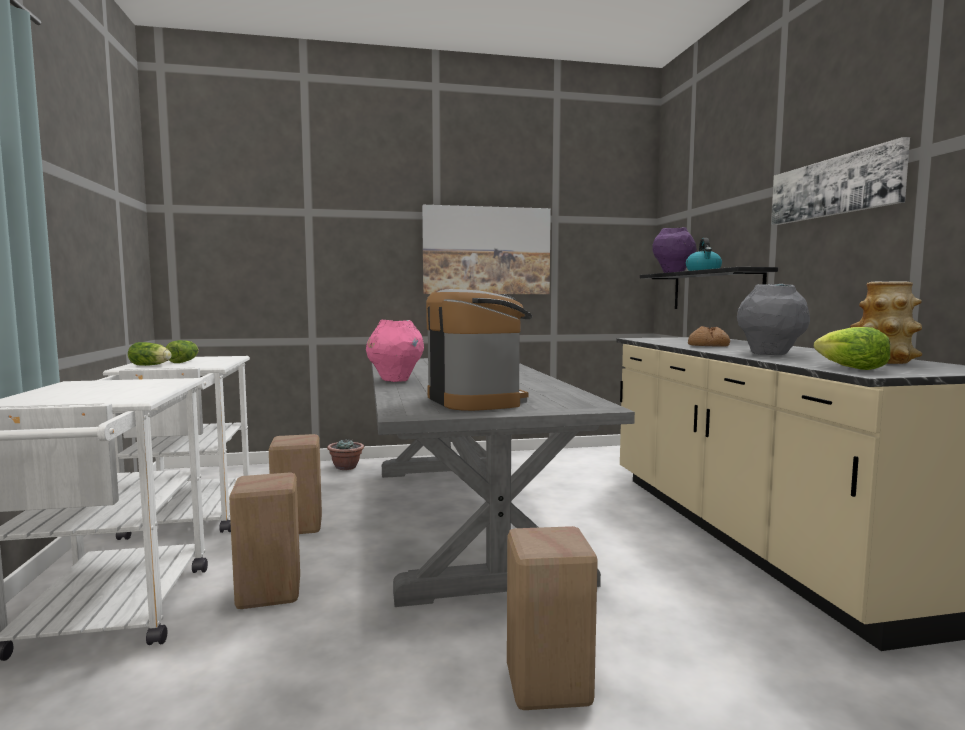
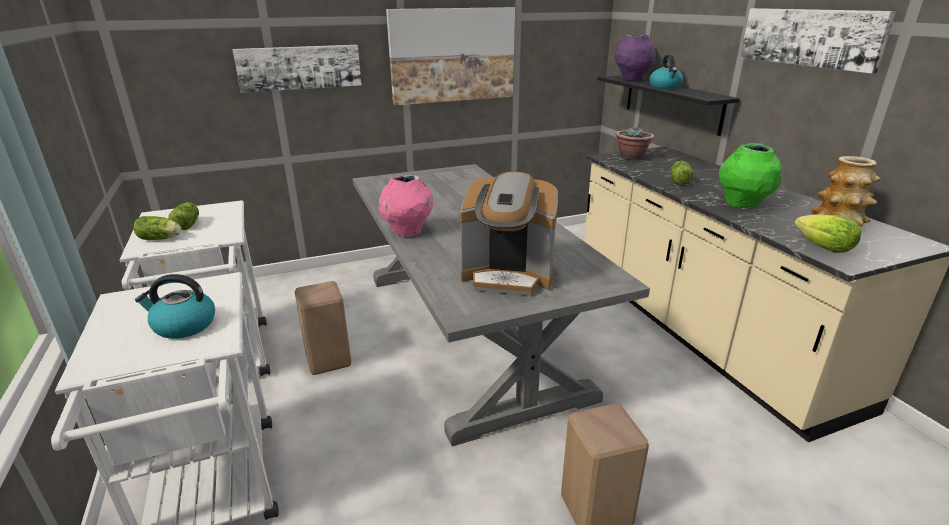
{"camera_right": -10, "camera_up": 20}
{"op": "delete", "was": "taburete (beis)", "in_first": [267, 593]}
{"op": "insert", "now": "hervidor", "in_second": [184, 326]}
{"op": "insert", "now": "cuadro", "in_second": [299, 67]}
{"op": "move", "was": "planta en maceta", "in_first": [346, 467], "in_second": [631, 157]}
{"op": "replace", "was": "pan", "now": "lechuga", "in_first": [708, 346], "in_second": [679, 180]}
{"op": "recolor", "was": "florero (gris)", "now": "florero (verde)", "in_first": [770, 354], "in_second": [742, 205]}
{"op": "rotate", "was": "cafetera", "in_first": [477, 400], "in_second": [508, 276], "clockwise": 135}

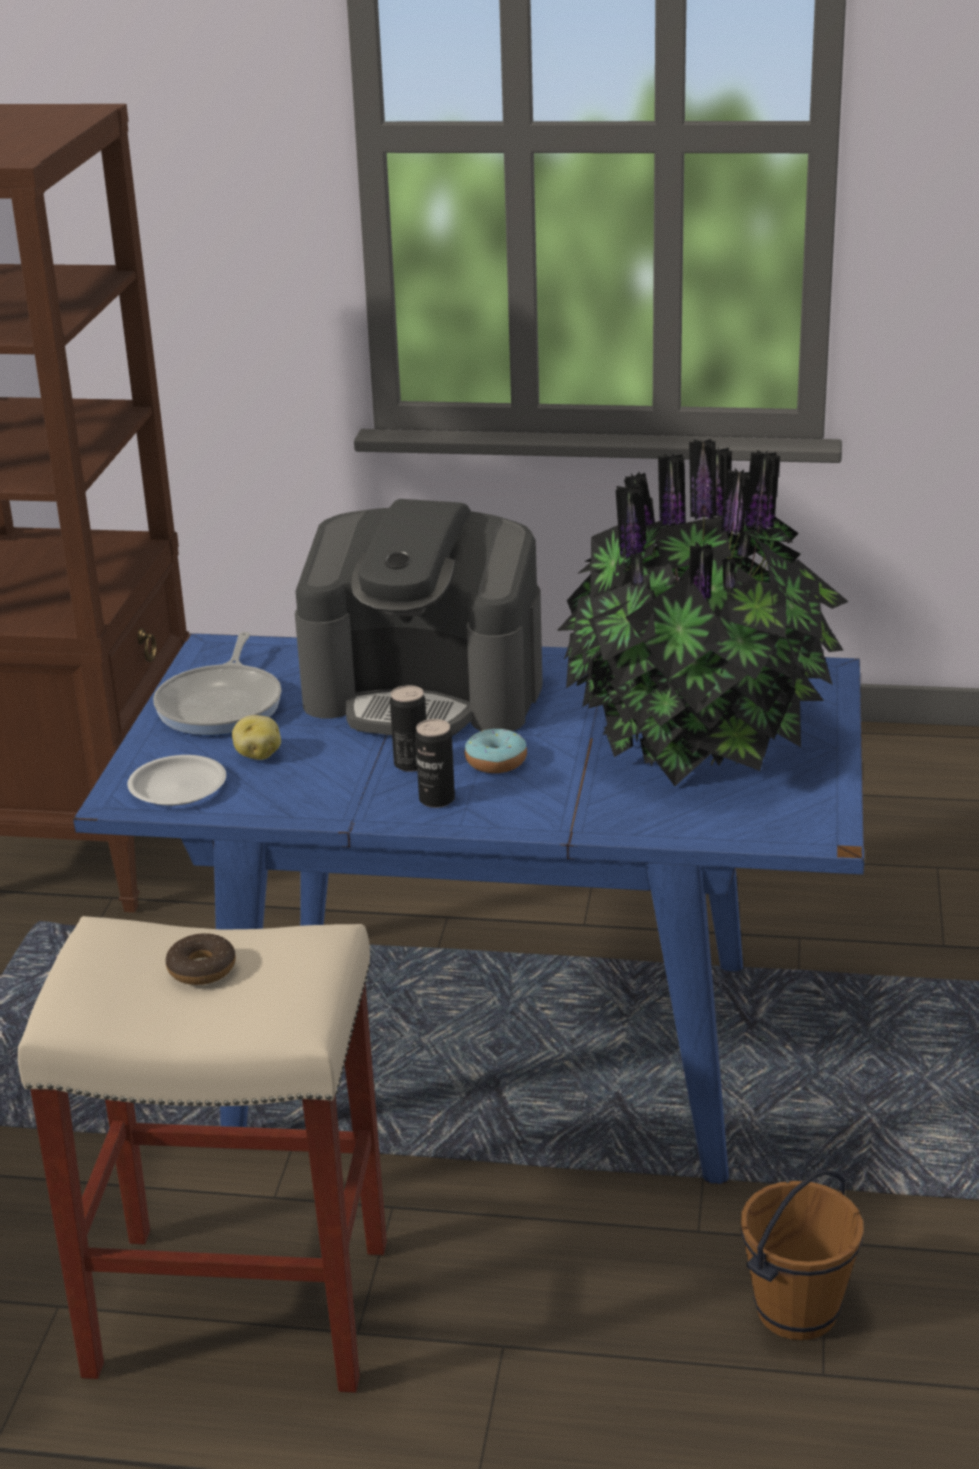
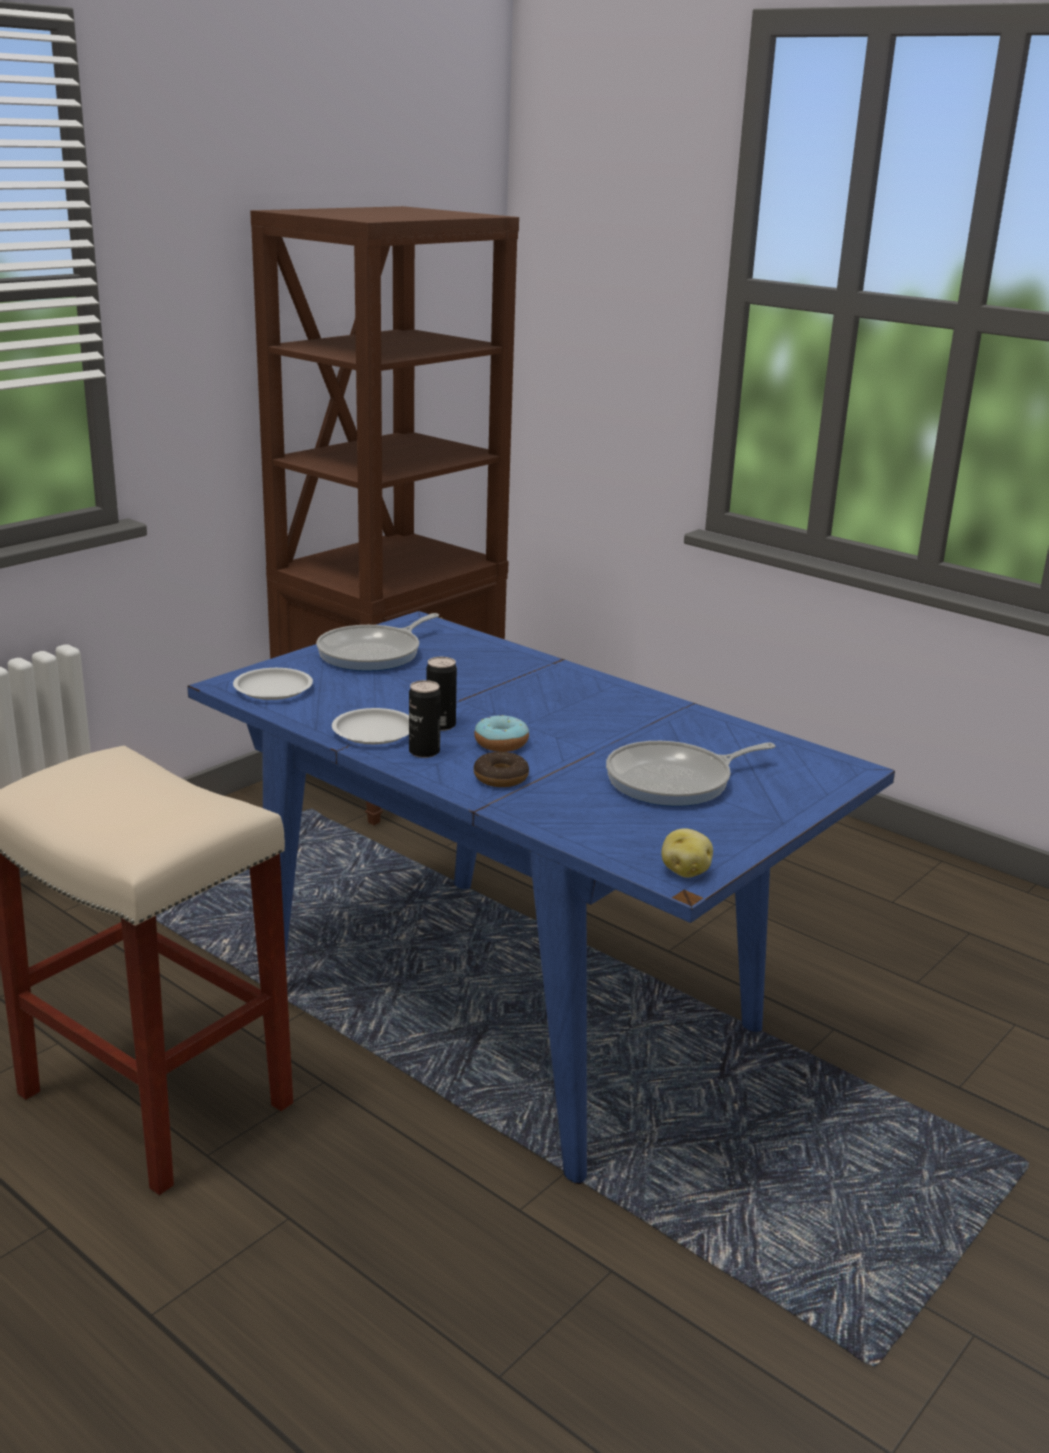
{"camera_right": 30, "camera_up": -5}
{"op": "delete", "was": "cafetera", "in_first": [426, 692]}
{"op": "delete", "was": "cubo (marrón)", "in_first": [795, 1310]}
{"op": "insert", "now": "plato (blanco)", "in_second": [373, 732]}
{"op": "move", "was": "rosquilla", "in_first": [202, 968], "in_second": [501, 778]}
{"op": "move", "was": "patata", "in_first": [258, 755], "in_second": [685, 871]}
{"op": "replace", "was": "planta en maceta", "now": "sartén", "in_first": [700, 741], "in_second": [675, 781]}

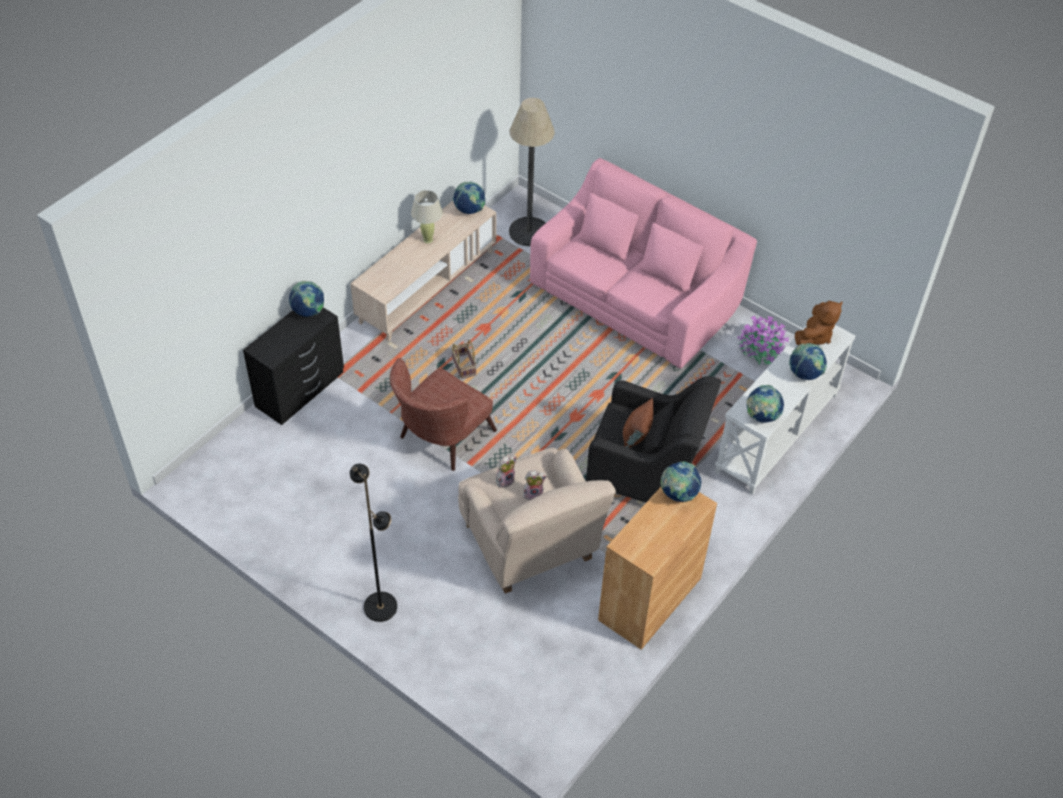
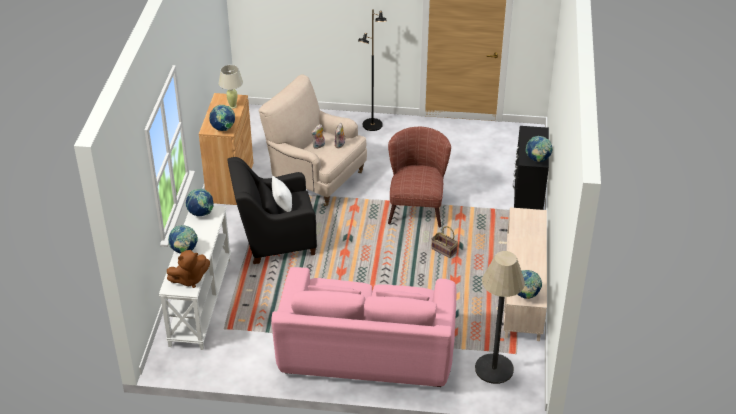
{"camera_right": 150, "camera_up": -10}
{"op": "delete", "was": "planta en maceta", "in_first": [760, 351]}
{"op": "move", "was": "lámpara de mesa (beis)", "in_first": [428, 240], "in_second": [232, 106]}
{"op": "recolor", "was": "cojín (marrón)", "now": "cojín (blanco)", "in_first": [636, 435], "in_second": [282, 204]}
{"op": "rotate", "was": "peluche (marrón)", "in_first": [814, 336], "in_second": [189, 279], "clockwise": -120}

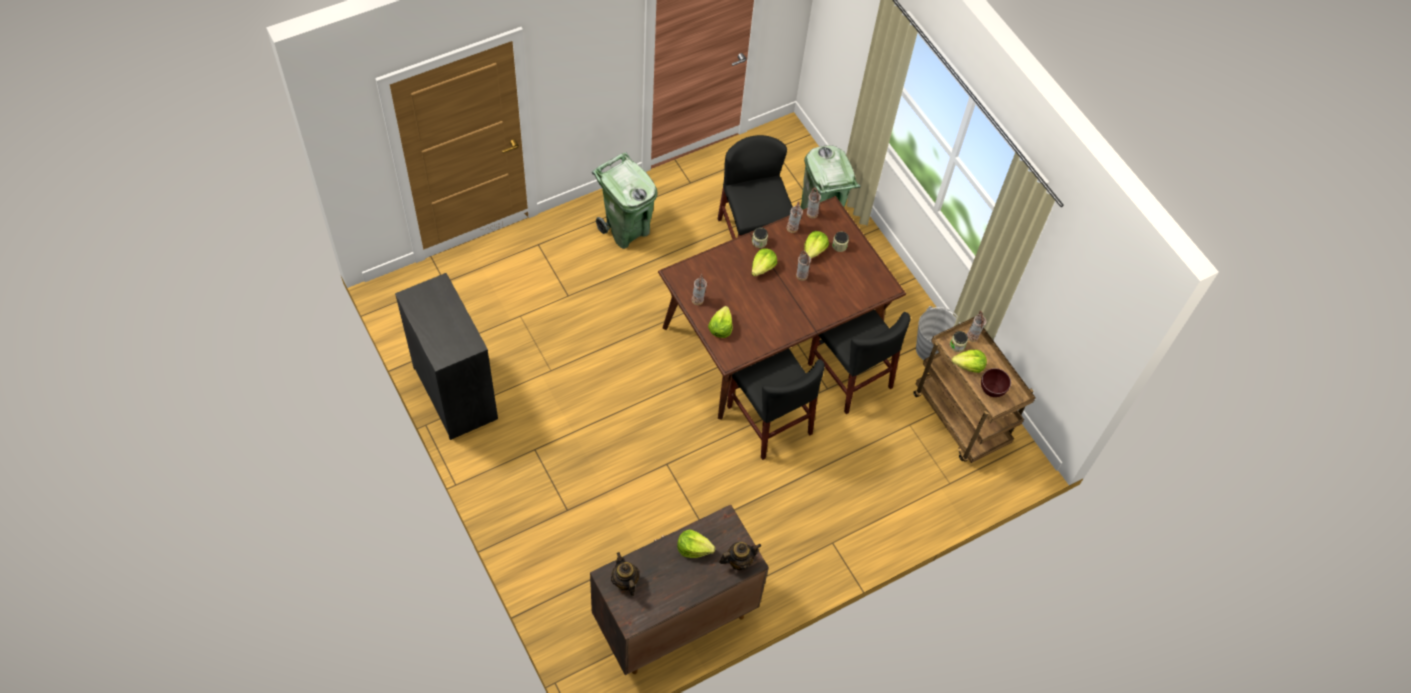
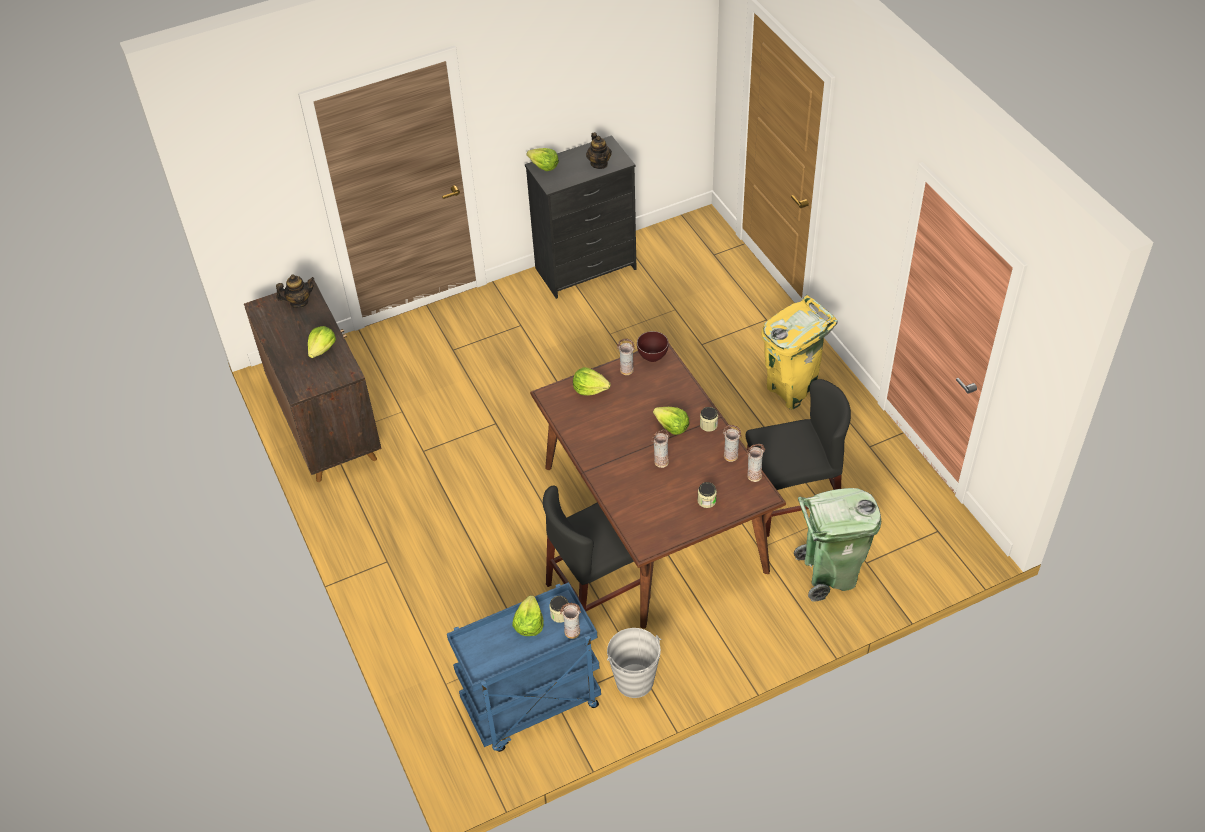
{"camera_right": 100, "camera_up": -10}
{"op": "delete", "was": "silla (negro)", "in_first": [769, 420]}
{"op": "move", "was": "tetera", "in_first": [738, 561], "in_second": [599, 163]}
{"op": "move", "was": "lechuga", "in_first": [814, 250], "in_second": [544, 166]}
{"op": "move", "was": "cuenco (marrón)", "in_first": [992, 391], "in_second": [652, 359]}
{"op": "recolor", "was": "papelera (verde)", "now": "papelera (amarillo)", "in_first": [626, 230], "in_second": [792, 390]}
{"op": "recolor", "was": "carrito (marrón)", "now": "carrito (azul)", "in_first": [961, 419], "in_second": [531, 706]}

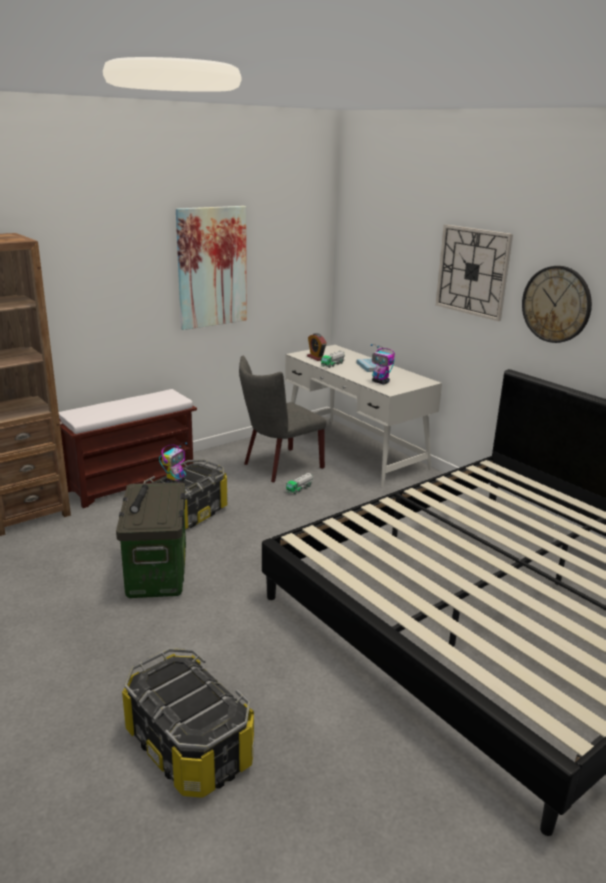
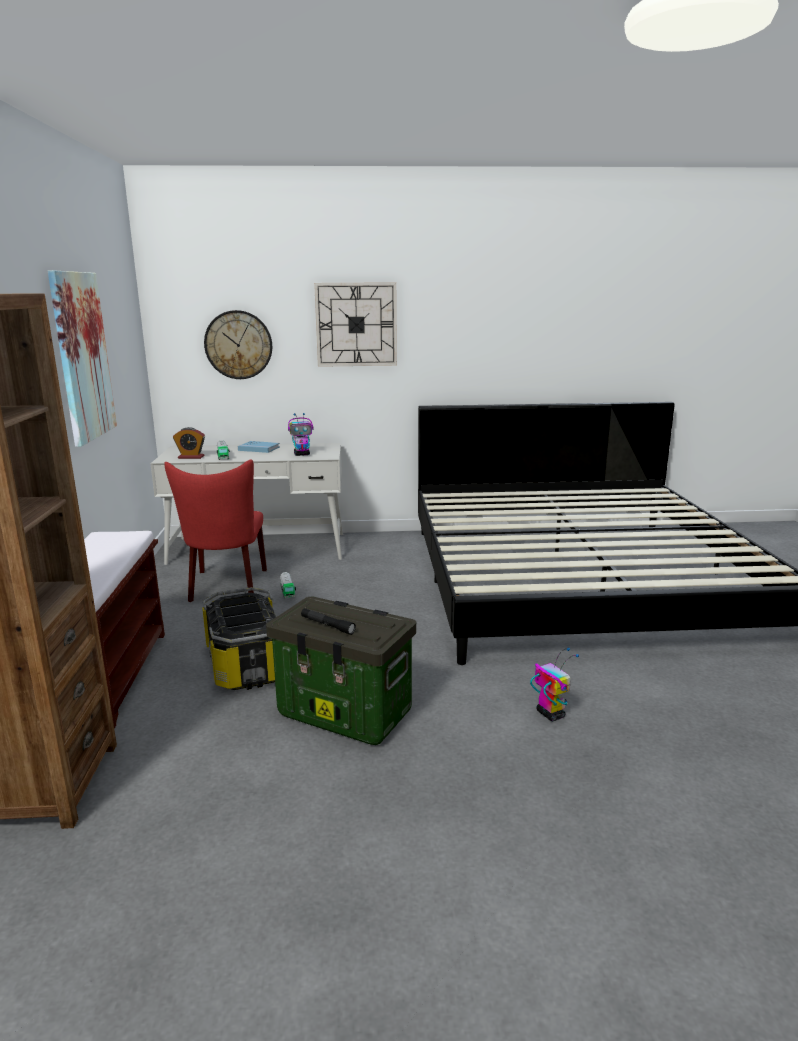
{"camera_right": -55, "camera_up": -5}
{"op": "delete", "was": "caja de almacenaje", "in_first": [188, 746]}
{"op": "move", "was": "robot de juguete", "in_first": [175, 482], "in_second": [550, 714]}
{"op": "move", "was": "reloj de pared", "in_first": [556, 304], "in_second": [238, 345]}
{"op": "recolor", "was": "silla (gris)", "now": "silla (rojo)", "in_first": [279, 466], "in_second": [226, 587]}

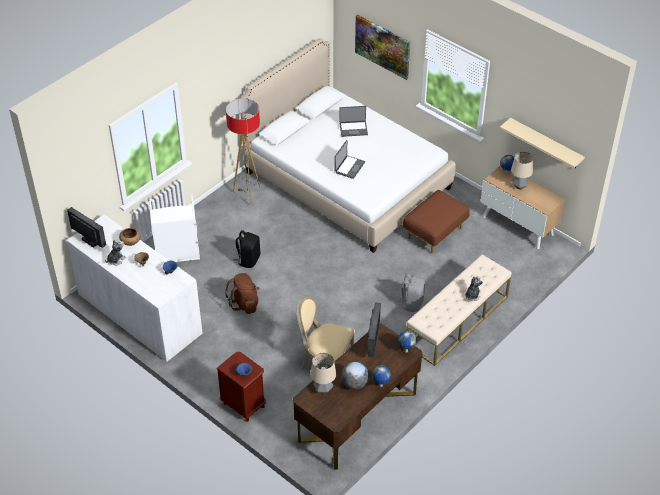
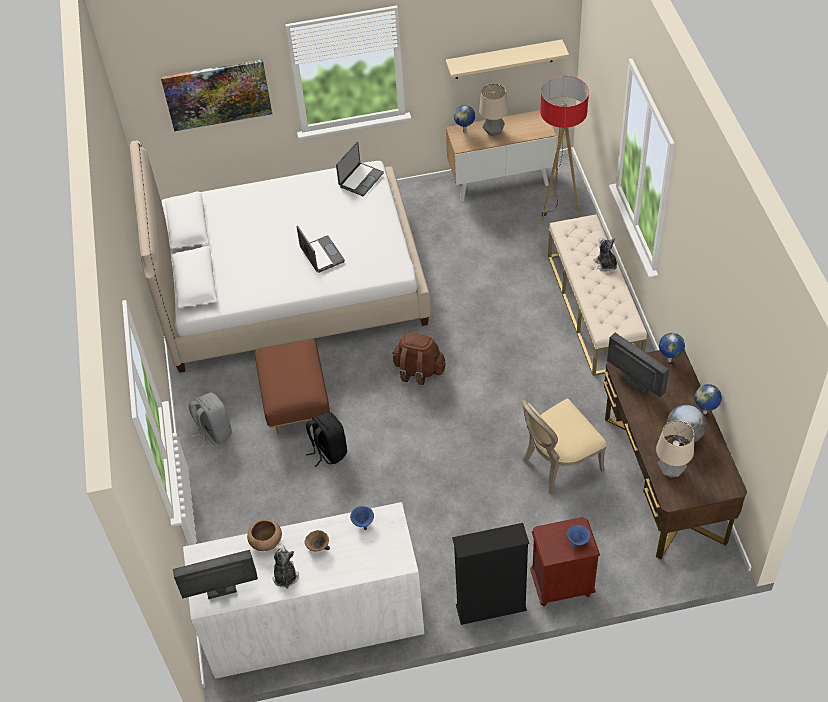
{"camera_right": -50, "camera_up": 5}
{"op": "delete", "was": "cesto de la ropa (blanco)", "in_first": [177, 253]}
{"op": "insert", "now": "estantería (negro)", "in_second": [491, 608]}
{"op": "move", "was": "mochila (marrón)", "in_first": [245, 303], "in_second": [419, 370]}
{"op": "move", "was": "lámpara de pie", "in_first": [248, 194], "in_second": [558, 211]}
{"op": "move", "was": "portátil", "in_first": [353, 129], "in_second": [360, 179]}
{"op": "move", "was": "mochila (gris)", "in_first": [412, 303], "in_second": [213, 432]}
{"op": "move", "was": "puf (marrón)", "in_first": [434, 232], "in_second": [295, 401]}

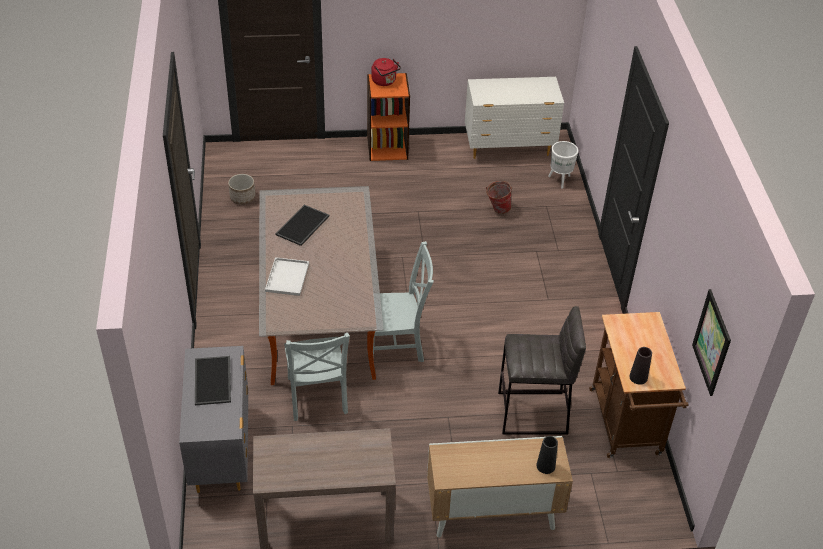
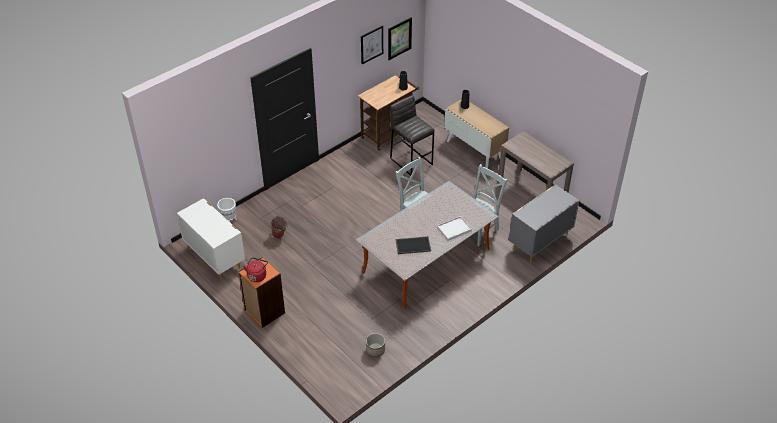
{"camera_right": -125, "camera_up": 0}
{"op": "delete", "was": "bandeja", "in_first": [213, 381]}
{"op": "insert", "now": "cuadro", "in_second": [371, 44]}

